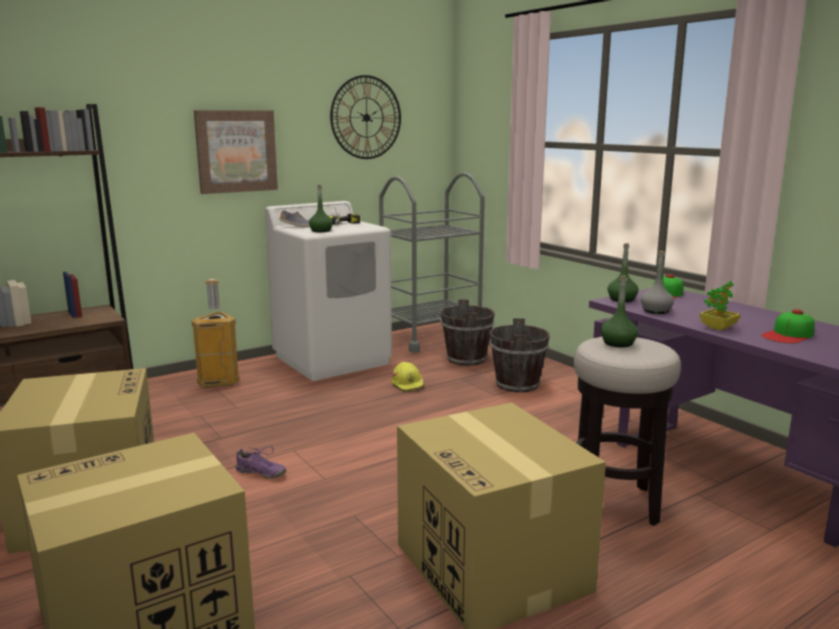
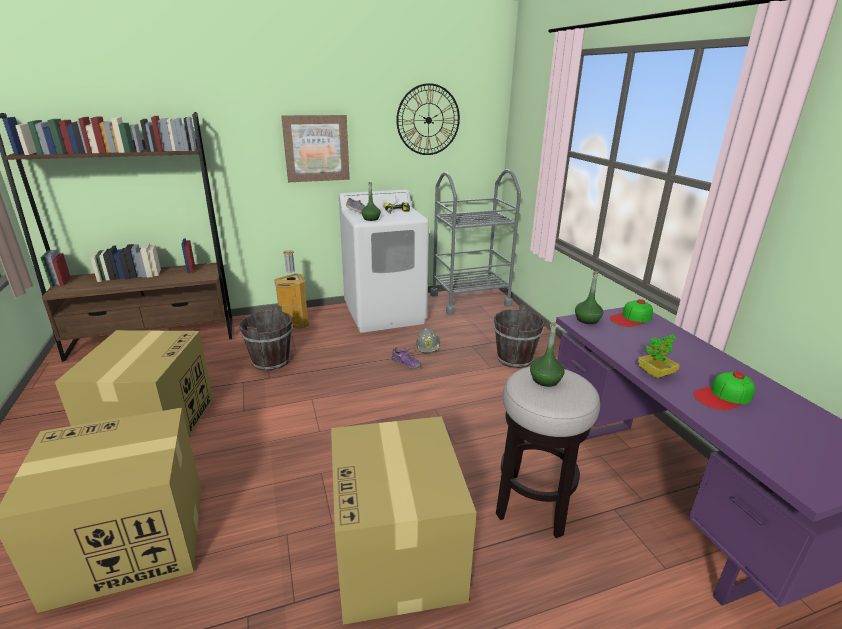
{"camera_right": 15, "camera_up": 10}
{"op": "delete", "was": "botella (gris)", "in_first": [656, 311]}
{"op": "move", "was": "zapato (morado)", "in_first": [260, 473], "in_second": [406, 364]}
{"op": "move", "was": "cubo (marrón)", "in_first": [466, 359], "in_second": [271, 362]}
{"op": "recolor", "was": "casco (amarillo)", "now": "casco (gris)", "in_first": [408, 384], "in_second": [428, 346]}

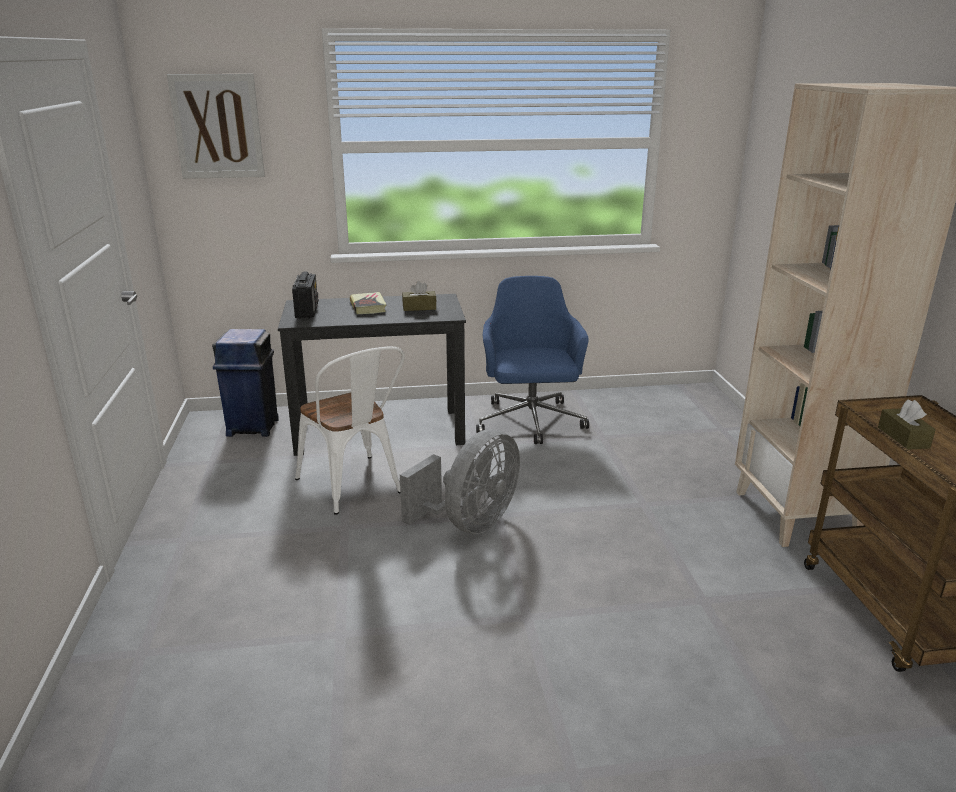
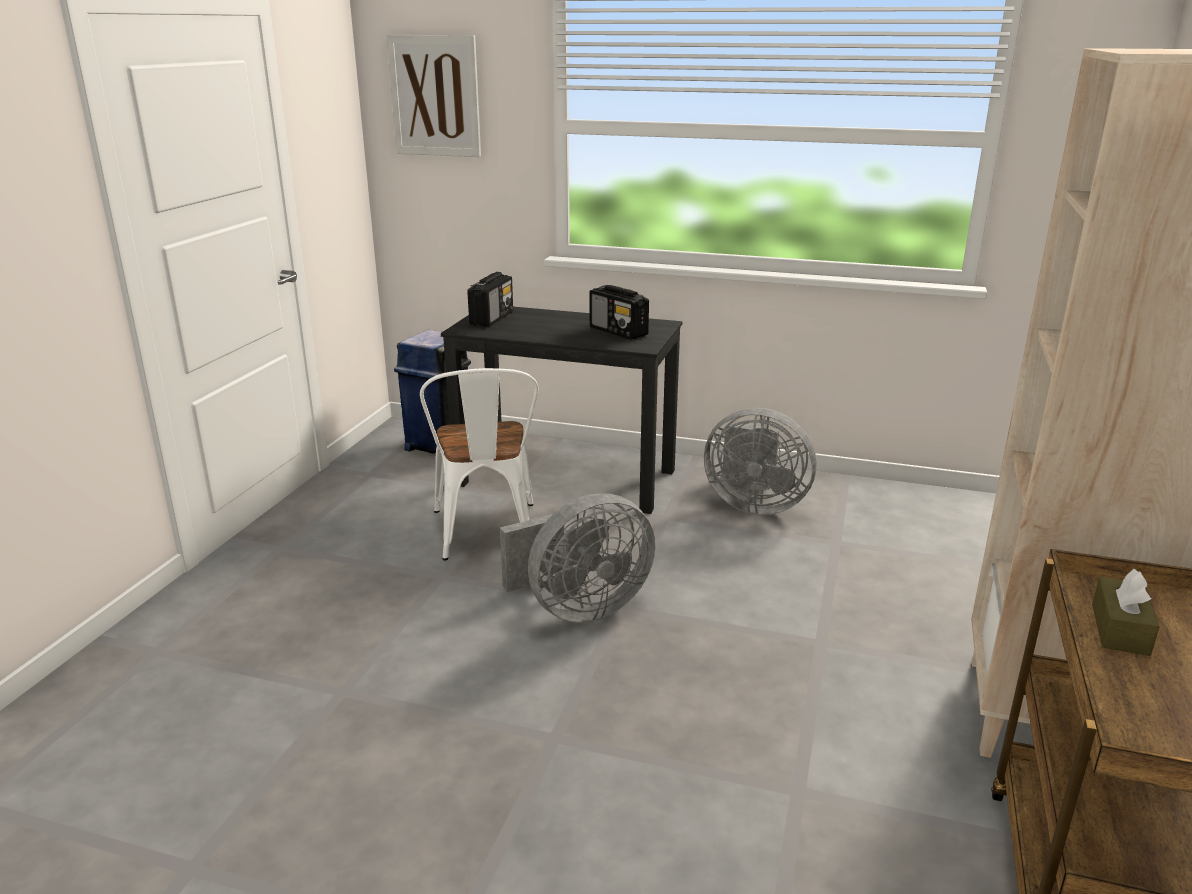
{"camera_right": 25, "camera_up": 0}
{"op": "delete", "was": "libro", "in_first": [368, 307]}
{"op": "replace", "was": "caja de pañuelos (marrón)", "now": "radio", "in_first": [419, 307], "in_second": [618, 332]}
{"op": "replace", "was": "silla de oficina (azul)", "now": "ventilador (gris)", "in_first": [530, 422], "in_second": [754, 504]}

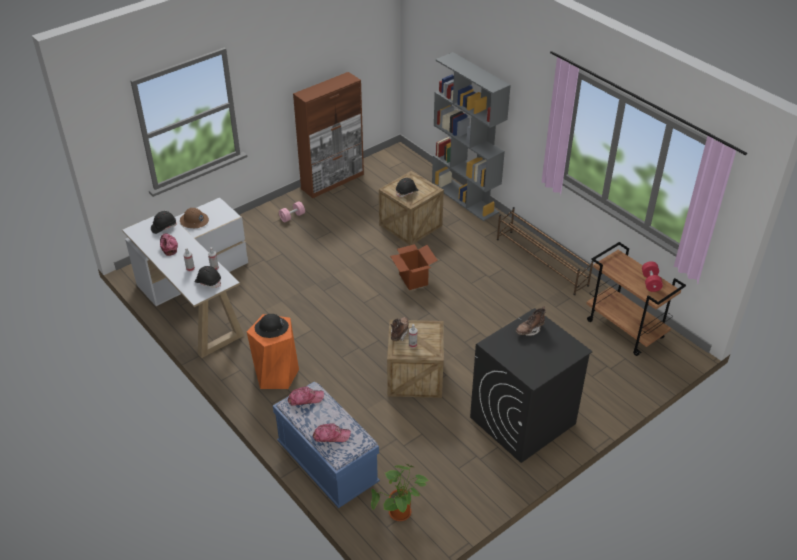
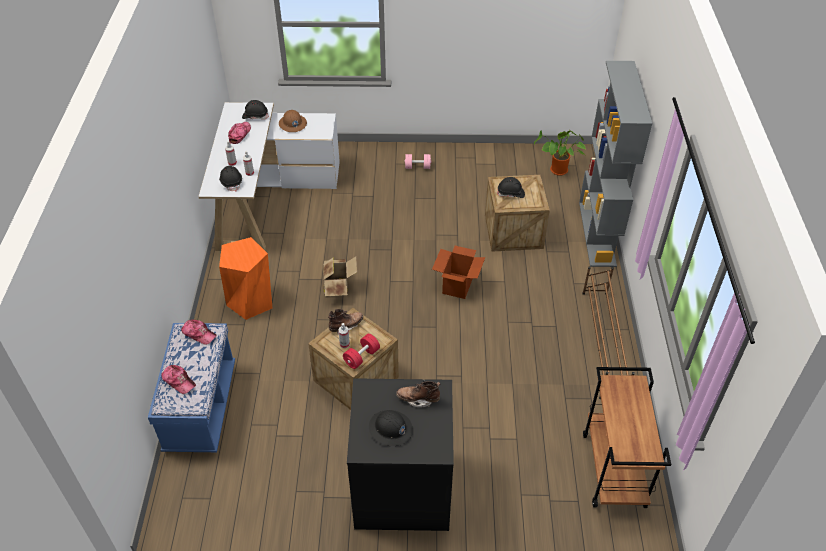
{"camera_right": 40, "camera_up": 5}
{"op": "delete", "was": "armario (marrón)", "in_first": [333, 181]}
{"op": "insert", "now": "caja de cartón", "in_second": [339, 287]}
{"op": "move", "was": "casco (negro)", "in_first": [271, 328], "in_second": [390, 429]}
{"op": "move", "was": "planta en maceta", "in_first": [400, 515], "in_second": [557, 171]}
{"op": "move", "was": "mancuerna (rojo)", "in_first": [650, 282], "in_second": [361, 357]}

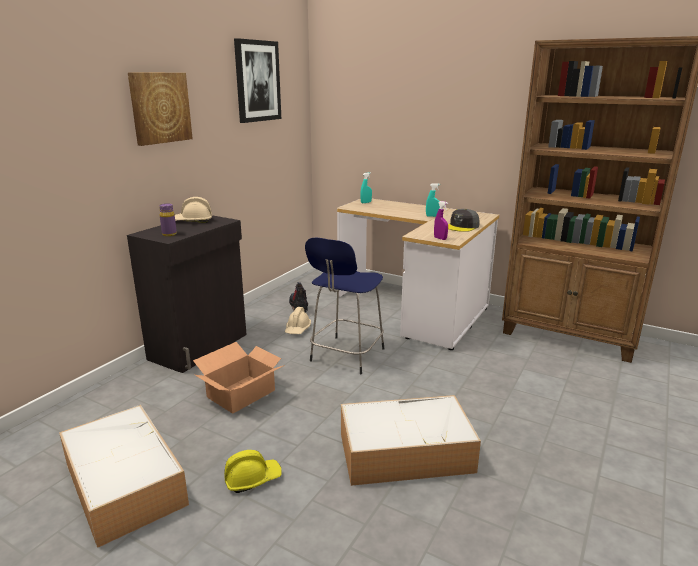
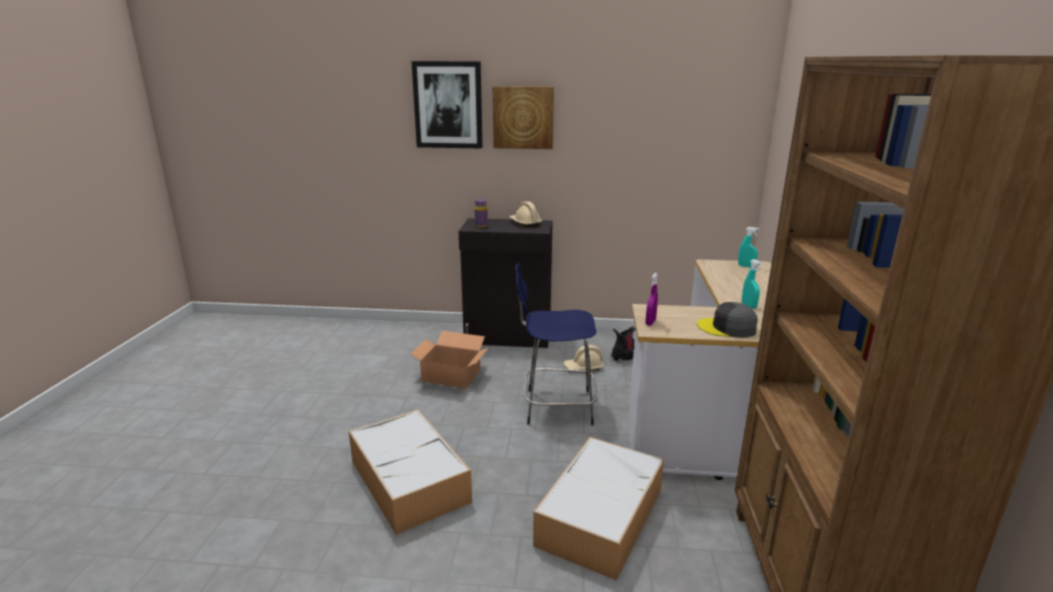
{"camera_right": 65, "camera_up": 0}
{"op": "delete", "was": "casco (amarillo)", "in_first": [252, 479]}
{"op": "move", "was": "caja de almacenaje", "in_first": [123, 482], "in_second": [600, 515]}
{"op": "move", "was": "cuadro", "in_first": [257, 81], "in_second": [448, 105]}

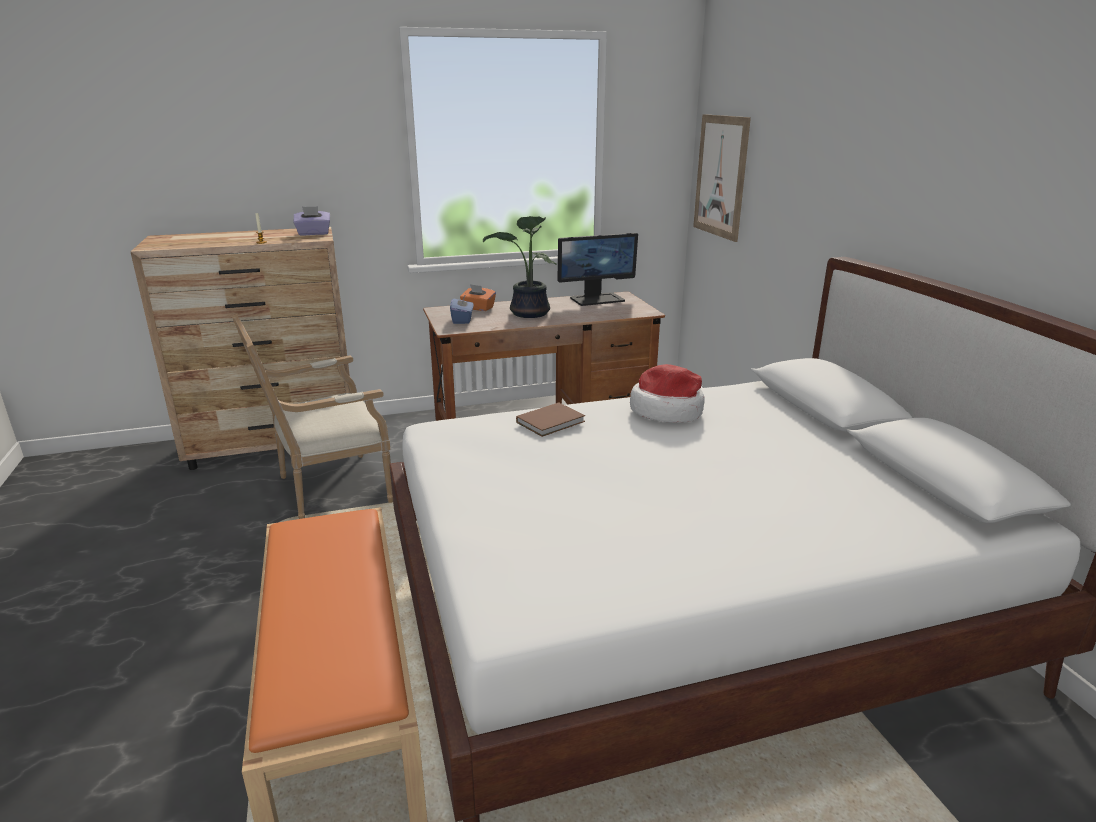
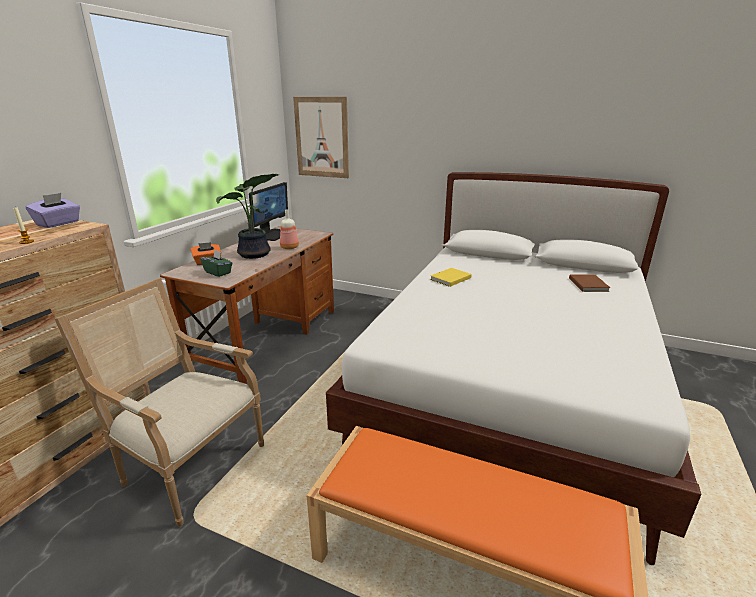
{"camera_right": -50, "camera_up": 0}
{"op": "insert", "now": "botella", "in_second": [289, 247]}
{"op": "move", "was": "libro (marrón)", "in_first": [552, 422], "in_second": [588, 284]}
{"op": "replace", "was": "sombrero", "now": "libro (amarillo)", "in_first": [667, 411], "in_second": [449, 278]}
{"op": "recolor", "was": "caja de pañuelos (azul)", "now": "caja de pañuelos (verde)", "in_first": [462, 320], "in_second": [218, 272]}
{"op": "rotate", "was": "sillón", "in_first": [328, 490], "in_second": [189, 465], "clockwise": 105}

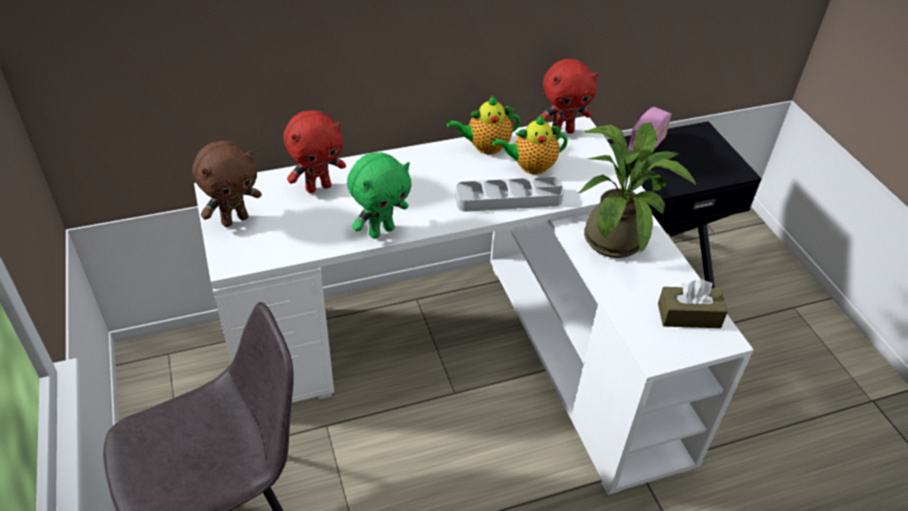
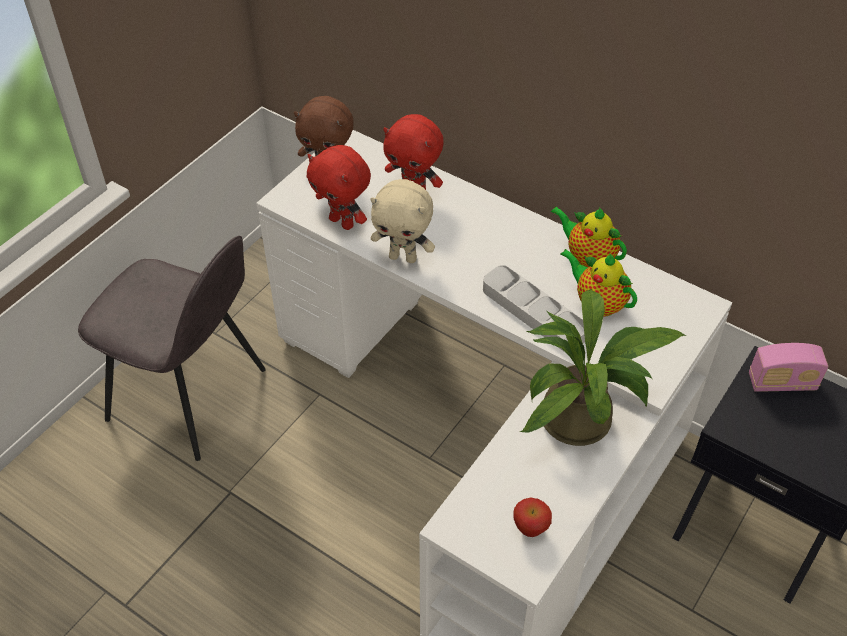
{"camera_right": 55, "camera_up": 5}
{"op": "move", "was": "peluche (rojo)", "in_first": [562, 131], "in_second": [343, 222]}
{"op": "replace", "was": "caja de pañuelos (marrón)", "now": "manzana", "in_first": [688, 316], "in_second": [530, 529]}
{"op": "recolor", "was": "peluche (verde)", "now": "peluche (beis)", "in_first": [381, 231], "in_second": [403, 257]}

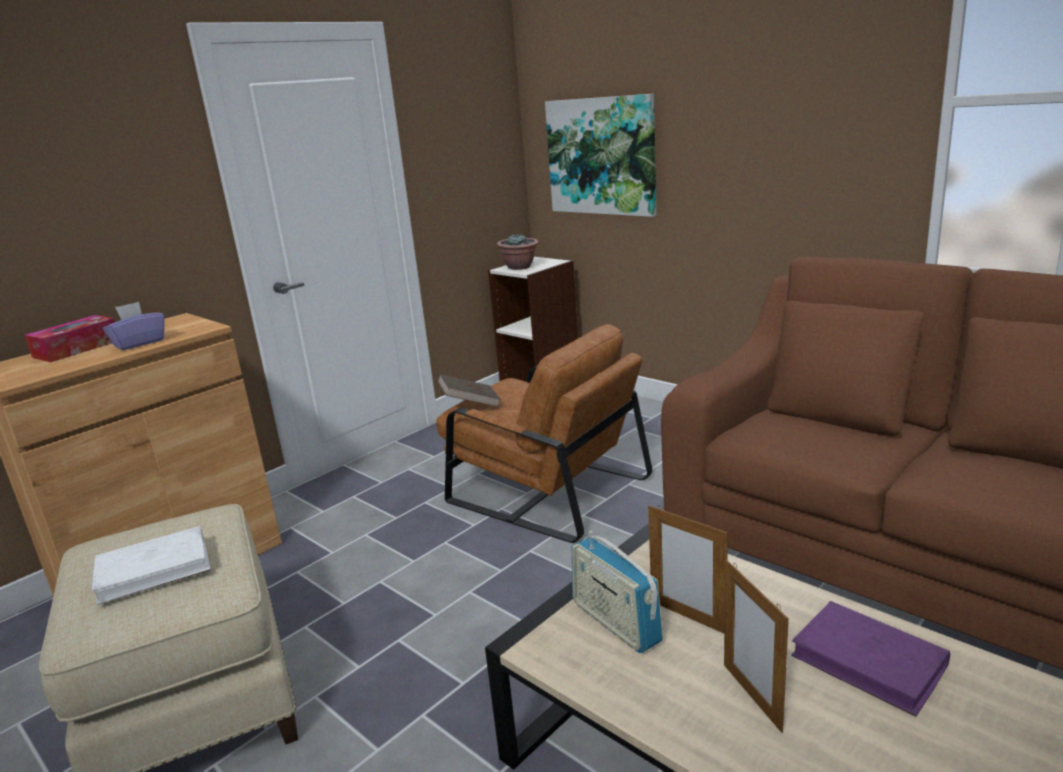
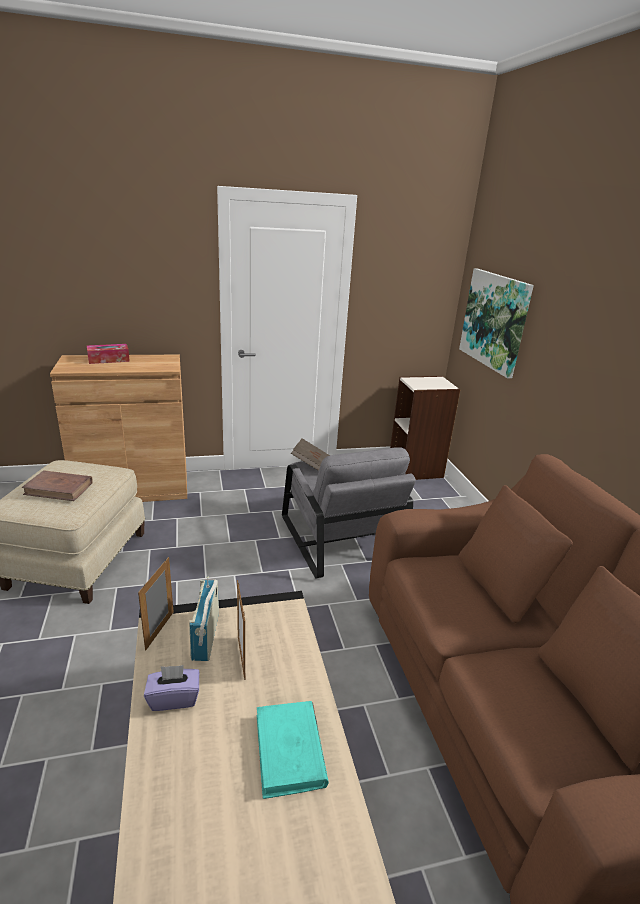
{"camera_right": 30, "camera_up": 5}
{"op": "delete", "was": "planta en maceta", "in_first": [519, 267]}
{"op": "move", "was": "caja de pañuelos (morado)", "in_first": [139, 343], "in_second": [174, 698]}
{"op": "move", "was": "portarretratos", "in_first": [752, 696], "in_second": [160, 630]}
{"op": "recolor", "was": "libro (blanco)", "now": "libro (marrón)", "in_first": [154, 569], "in_second": [59, 488]}
{"op": "recolor", "was": "sillón (marrón)", "now": "sillón (gris)", "in_first": [544, 489], "in_second": [340, 536]}
{"op": "recolor", "was": "libro (morado)", "now": "libro (turquesa)", "in_first": [869, 661], "in_second": [289, 750]}

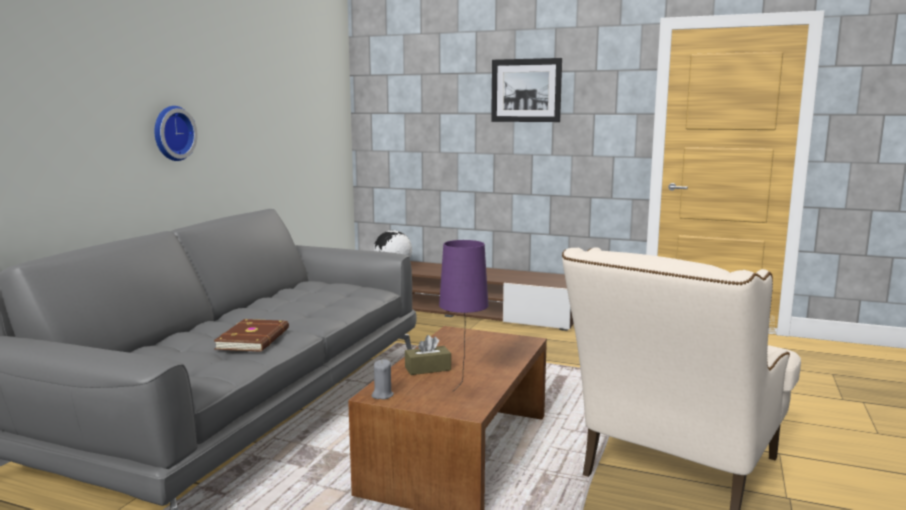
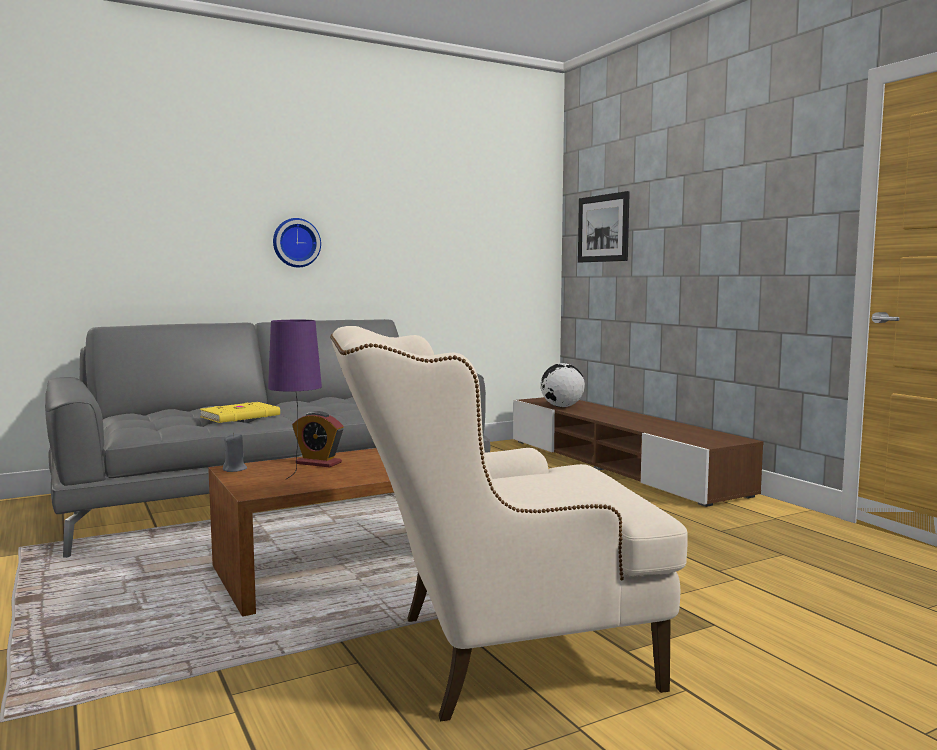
{"camera_right": 40, "camera_up": -5}
{"op": "move", "was": "cuadro", "in_first": [526, 90], "in_second": [603, 228]}
{"op": "replace", "was": "caja de pañuelos (marrón)", "now": "despertador", "in_first": [427, 368], "in_second": [318, 463]}
{"op": "recolor", "was": "libro (marrón)", "now": "libro (amarillo)", "in_first": [254, 339], "in_second": [241, 416]}

